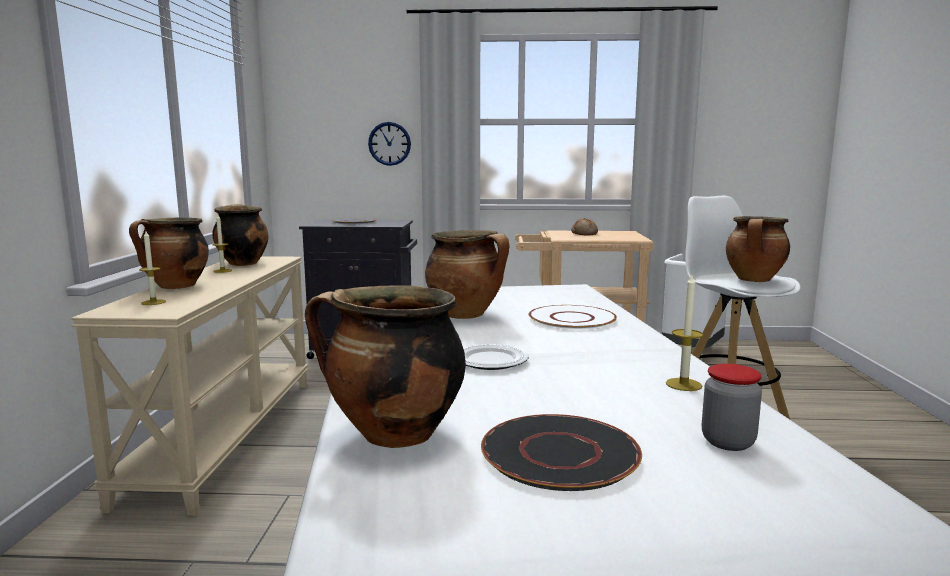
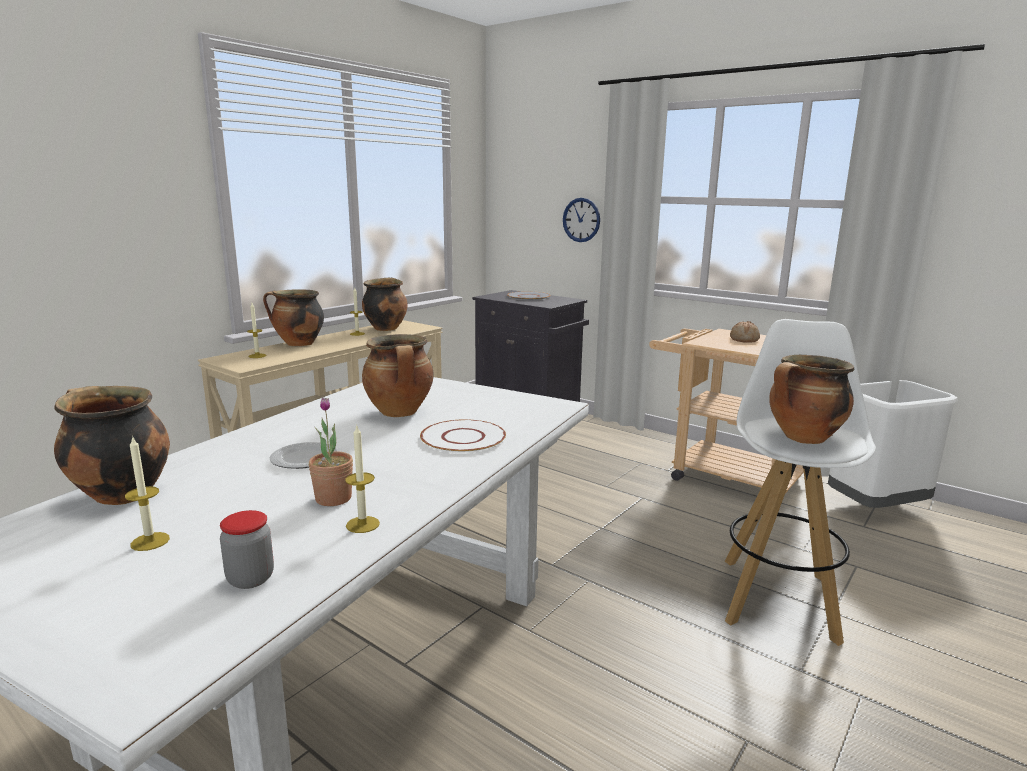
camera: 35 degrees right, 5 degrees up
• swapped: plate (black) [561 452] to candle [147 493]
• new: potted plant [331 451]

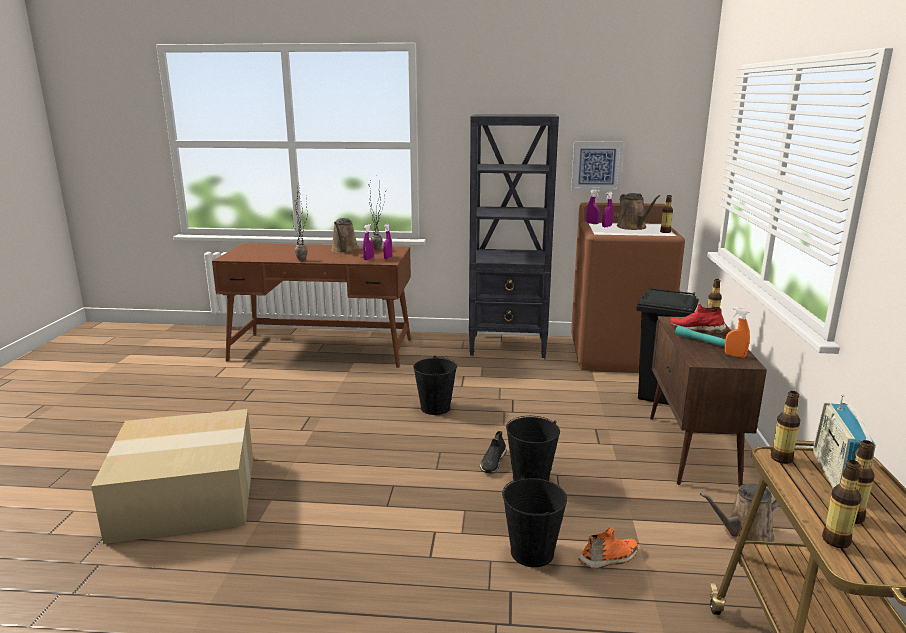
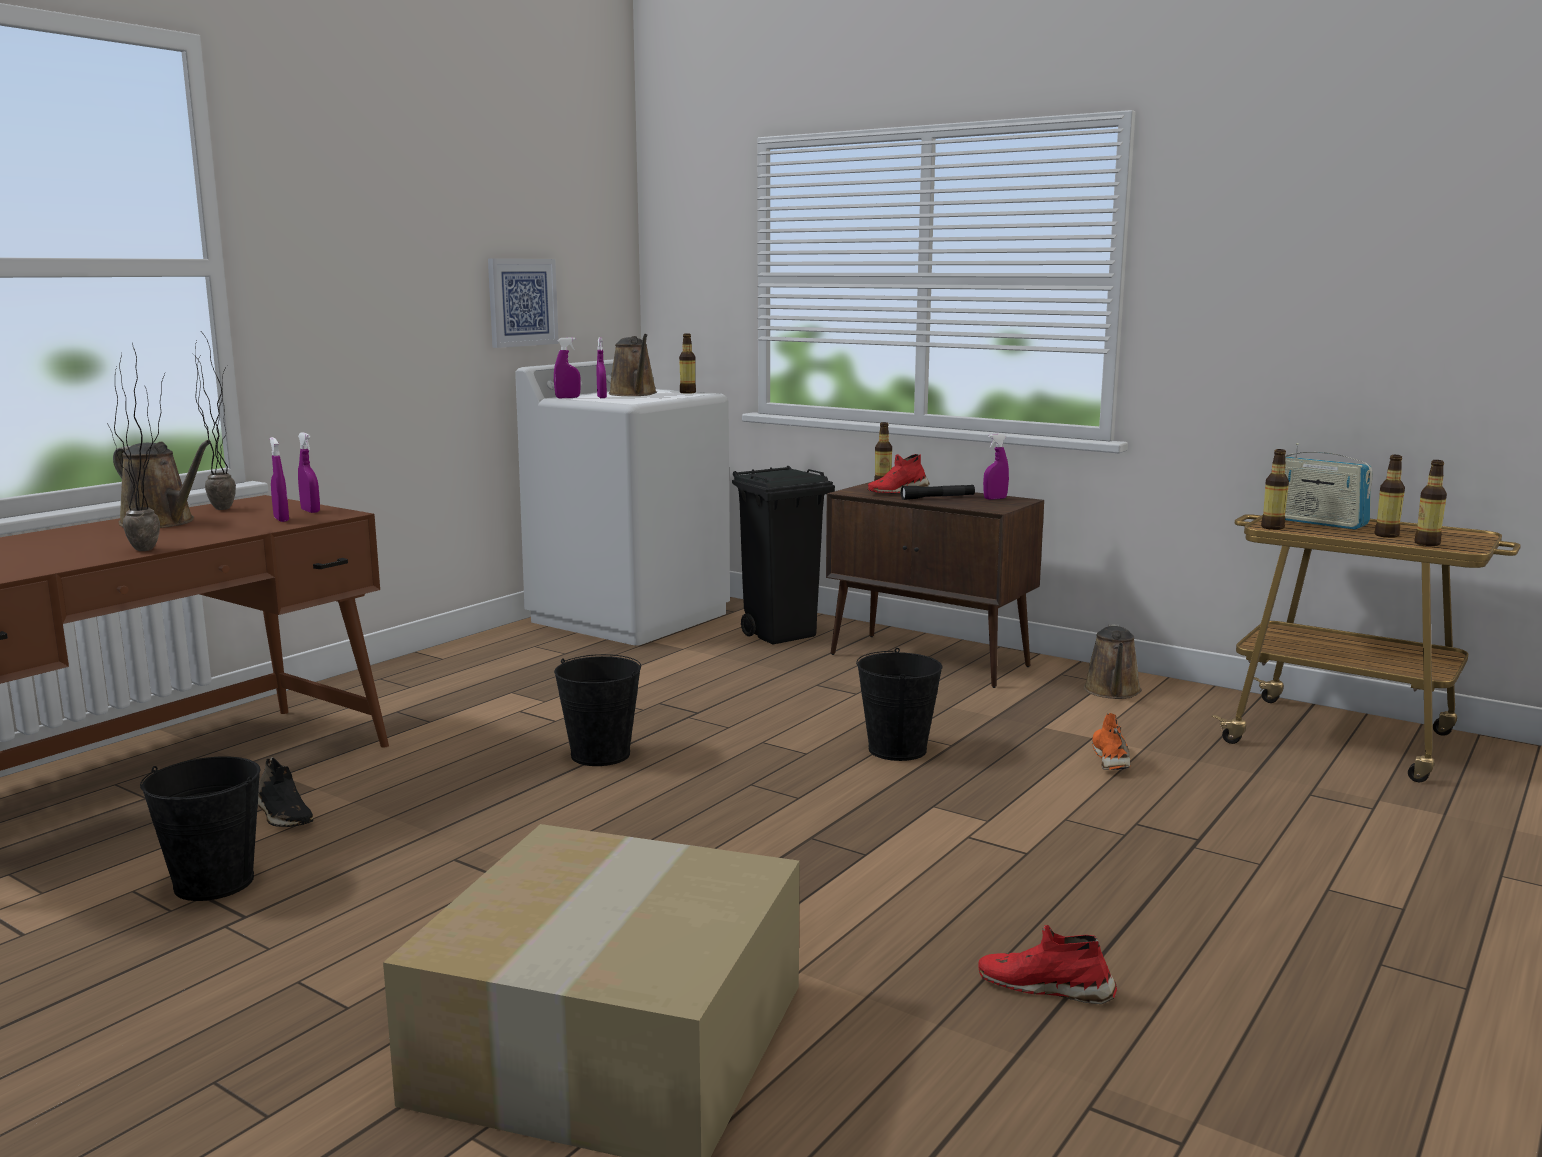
camera: 60 degrees left, 5 degrees down
• gone: bookcase (black) [514 236]
• rotated: watering can (brown) [638 211] = [633 365] 60 degrees clockwise
• repainted: washing machine (brown) [628 287] to washing machine (white) [622 502]
• repainted: spray bottle (orange) [737 332] to spray bottle (purple) [996 467]
• repainted: flashlight (turquoise) [700 336] to flashlight (black) [938 492]
• shifted: shoe (black) [493 452] to [285 792]
• shifted: bucket (black) [534 521] to [200 828]
• new: shoe (red) [1048 964]

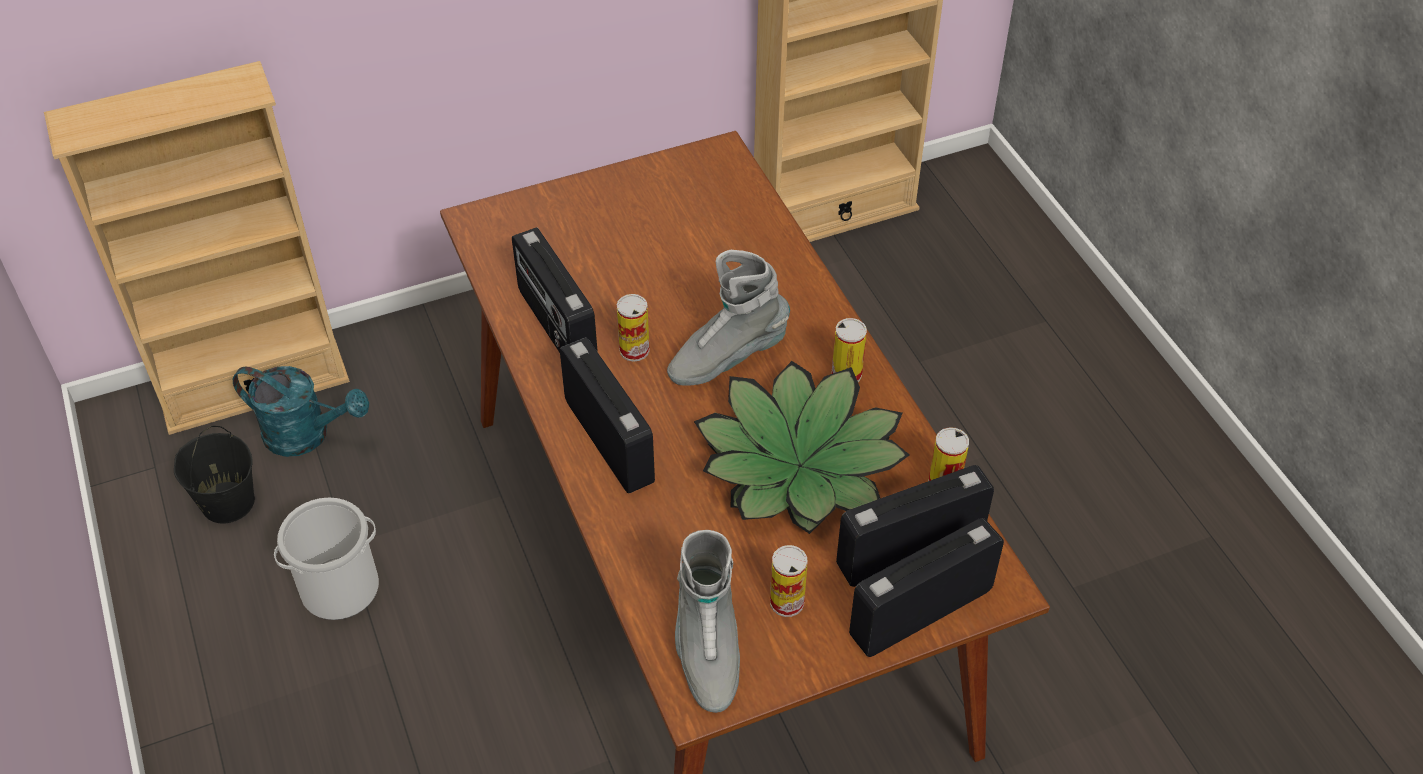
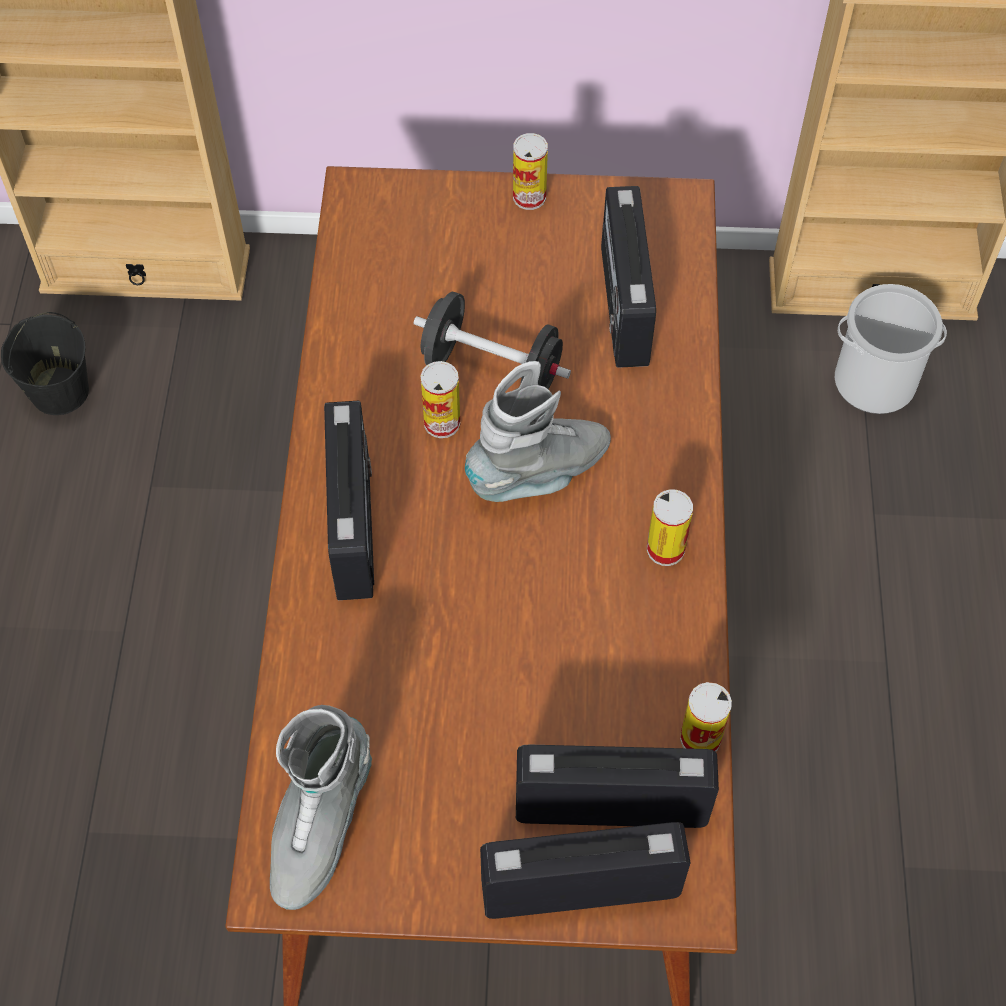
camera: 25 degrees right, 10 degrees up
• shifted: radio [555 290] to [628 277]
• rotated: boot (grey) [728 318] = [538 431] 150 degrees clockwise
• gone: potted plant [801 447]
• gone: watering can (turquoise) [301 411]
• shifted: bucket [326 559] to [891 349]
• shifted: can [789 581] to [530 171]
• new: dumbbell (black) [492 340]

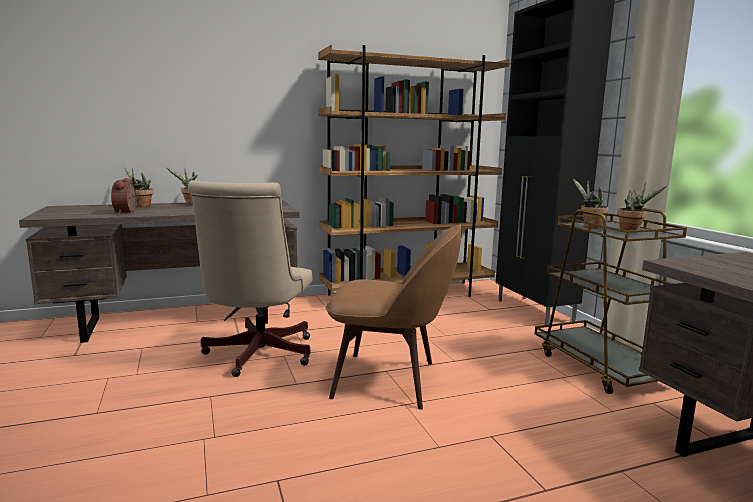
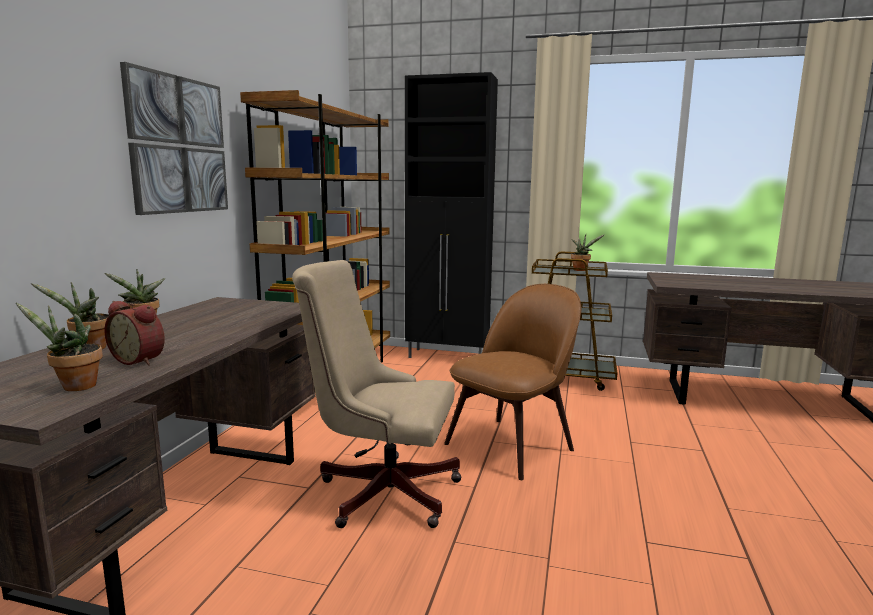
camera: 55 degrees left, 0 degrees up
• shifted: potted plant [591 203] to [59 347]
• rotated: office chair (beige) [250 278] = [377 394] 150 degrees clockwise
• new: picture [174 138]

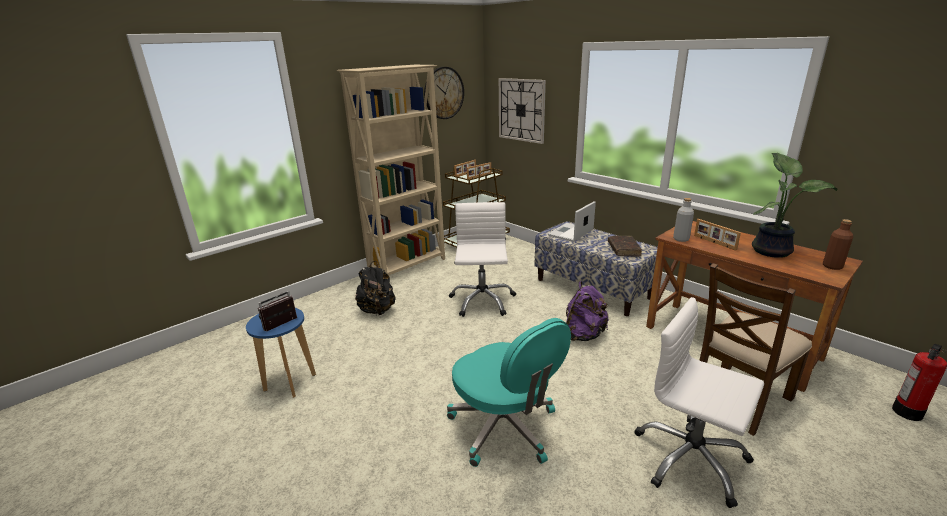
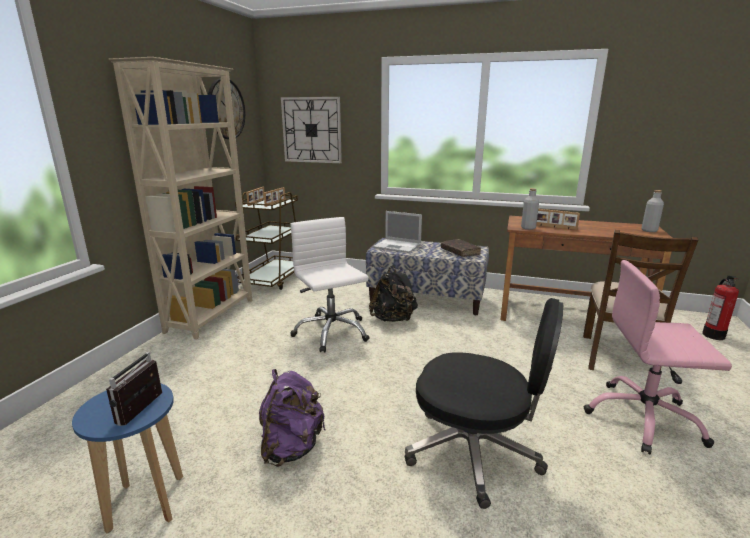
camera: 30 degrees left, 5 degrees down
• gone: potted plant [795 205]
• rotated: laptop [572 221] = [397 232] 75 degrees counterclockwise
• repainted: bottle (brown) [838 244] to bottle (grey) [652 211]
• shifted: backpack (black) [375 288] to [393 293]
• shifted: backpack (purple) [587 311] to [292 418]
• repainted: office chair (white) [699 402] to office chair (pink) [658 357]
• repainted: office chair (turquoise) [509 392] to office chair (black) [484 403]

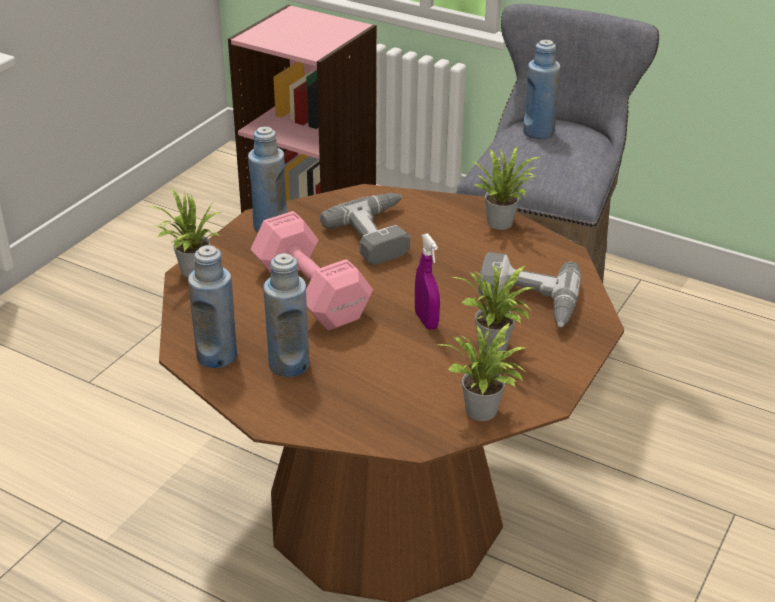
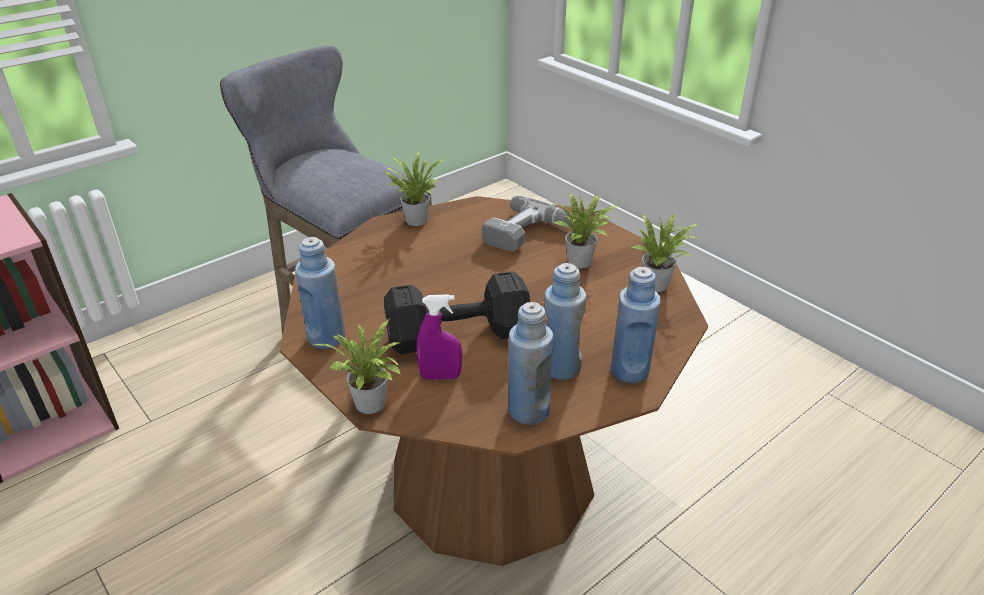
camera: 70 degrees left, 0 degrees up
• shifted: bottle (blue) [541 89] to [636 325]
• gone: power drill [365 229]
• repainted: dumbbell (pink) [312 271] to dumbbell (black) [457 312]
• shifted: spray bottle (purple) [427 281] to [439 337]

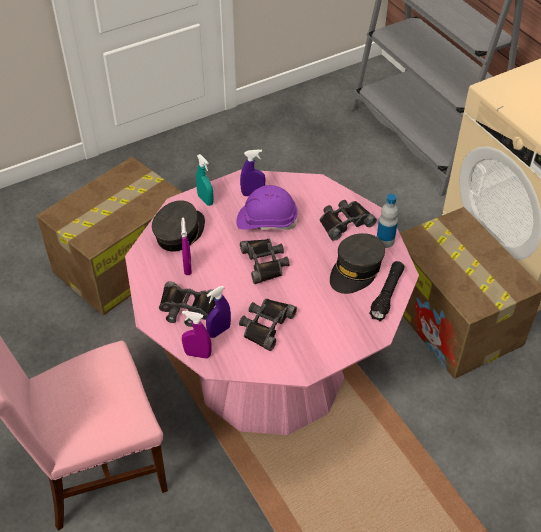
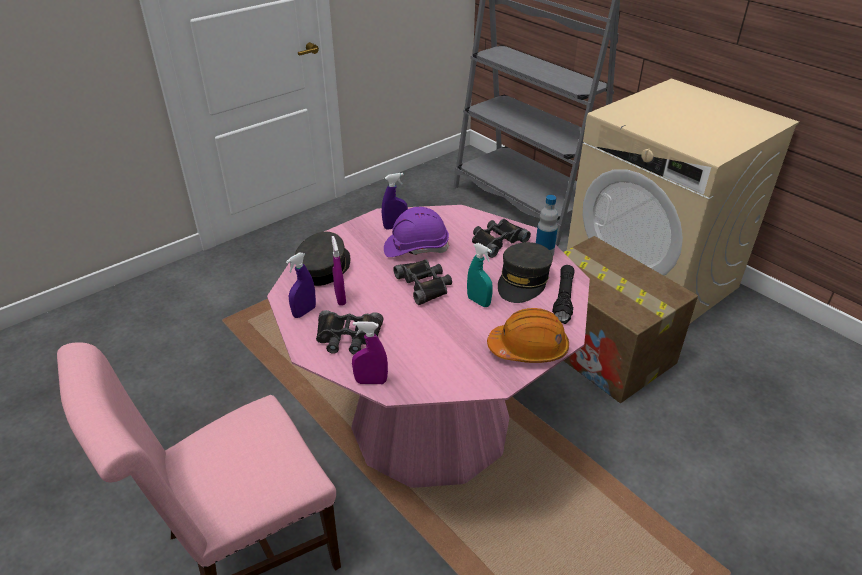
camera: 10 degrees left, 10 degrees down
• shifted: spray bottle (turquoise) [205 180] to [480 275]
• gone: cardboard box [109 236]
• shifted: spray bottle (purple) [218 312] to [301 285]
• gone: binoculars (black) [268 325]
• new: hard hat (orange) [528 335]

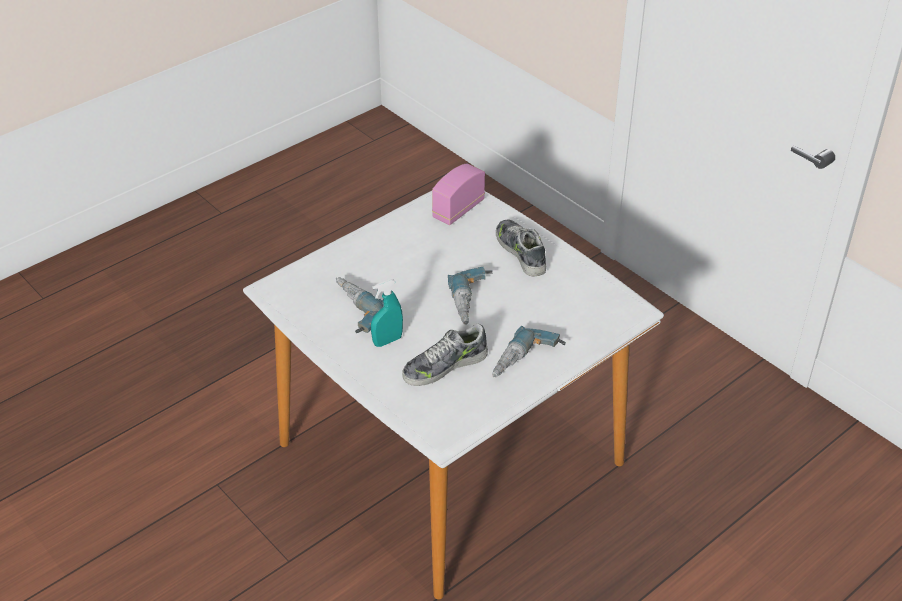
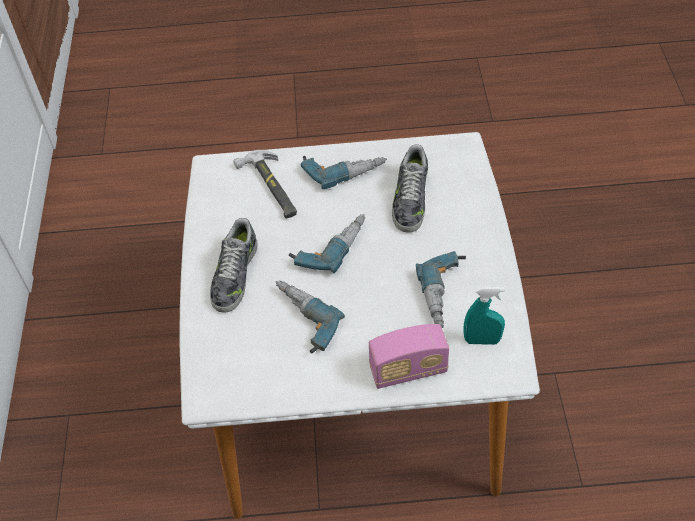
camera: 140 degrees left, 10 degrees up
• shifted: radio [458 194] to [409 356]
• shifted: spray bottle (turquoise) [387 313] to [484 316]
• rotated: shoe [445 354] = [410 188] 90 degrees clockwise
• new: hammer [265 184]
• new: power drill [310 317]

